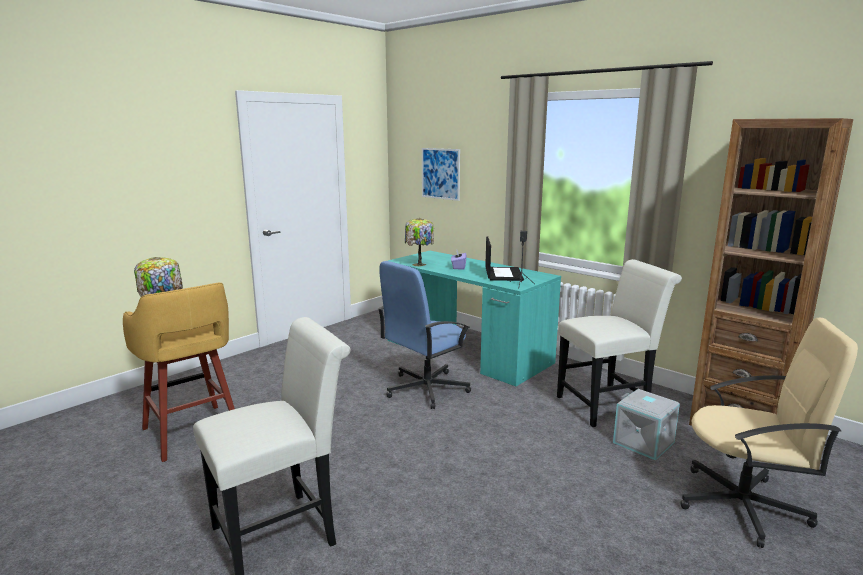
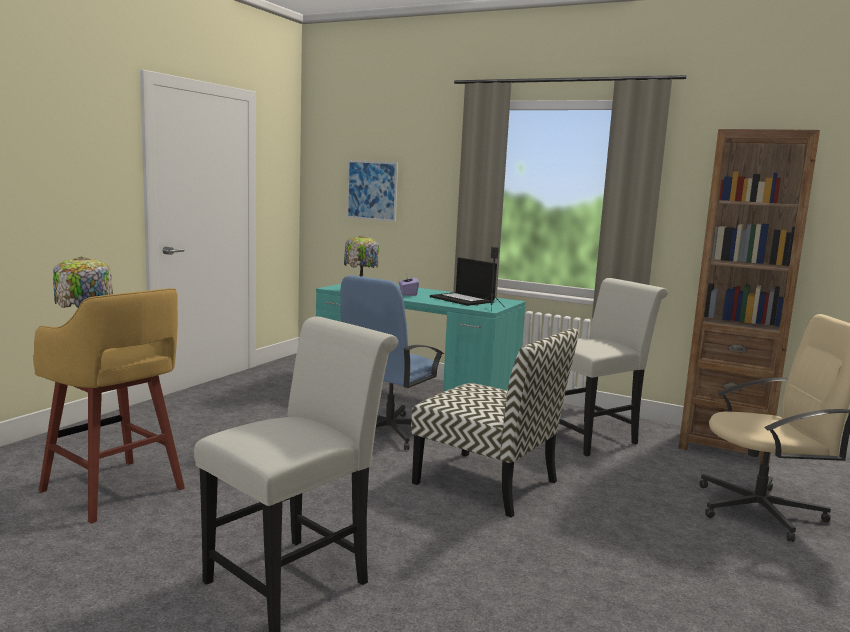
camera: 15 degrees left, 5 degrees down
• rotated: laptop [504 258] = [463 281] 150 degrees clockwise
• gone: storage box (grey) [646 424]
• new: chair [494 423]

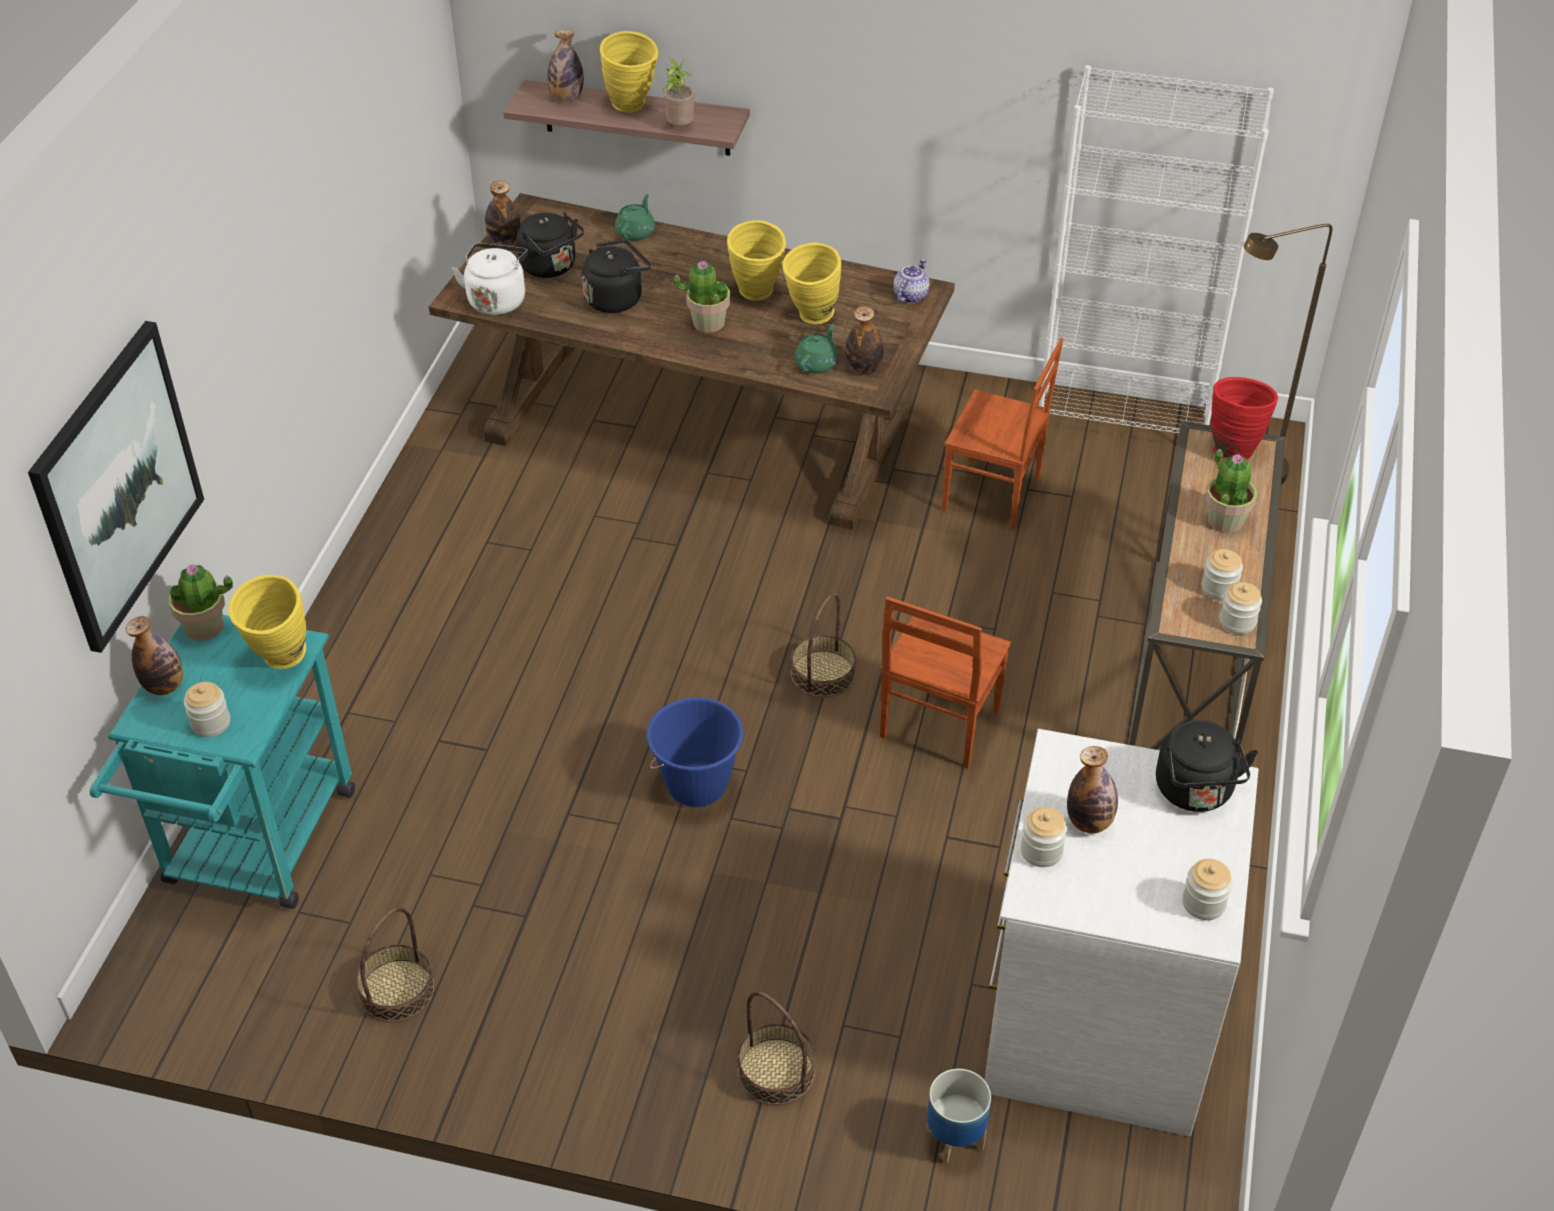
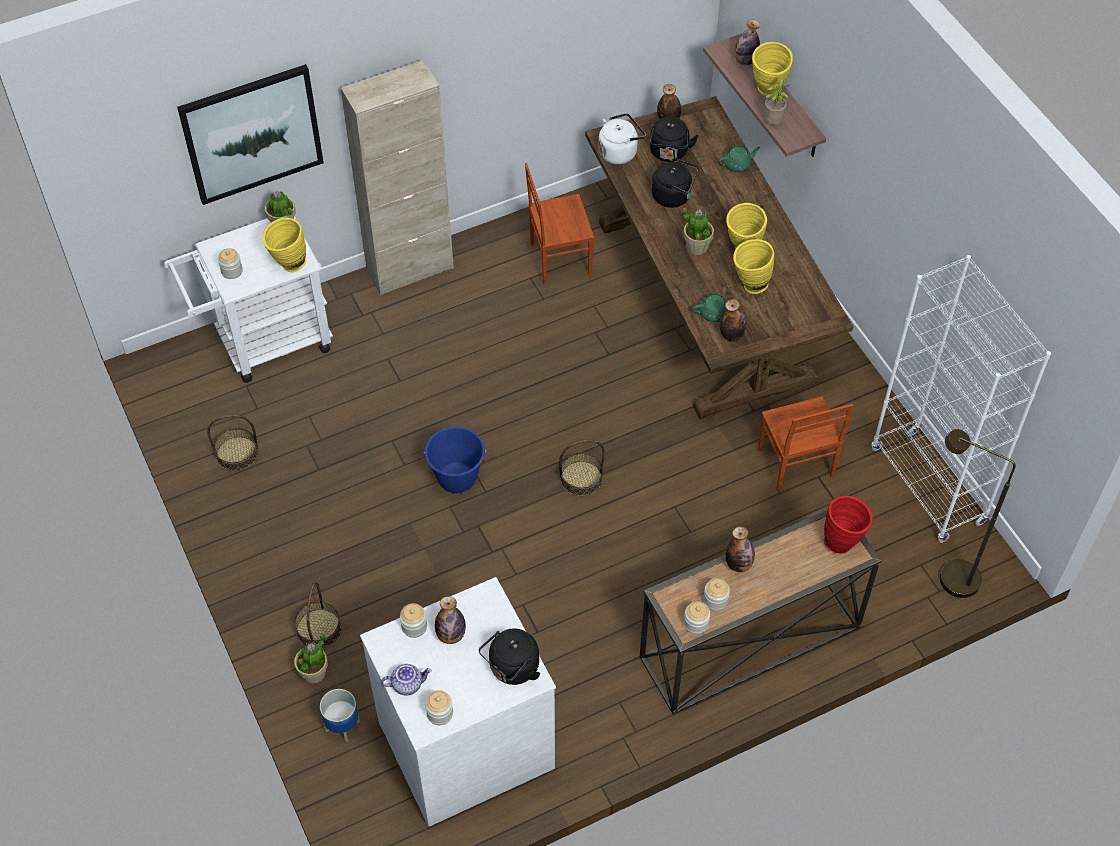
camera: 50 degrees right, 10 degrees up
• shifted: teapot [911 281] to [406 680]
• shifted: potted plant [1231 491] to [311 659]
• shifted: chair (brown) [945 682] to [559 223]
• repainted: cart (turquoise) [222 762] to cart (white) [248 299]
• shifted: bottle [154 655] to [740 549]
• new: cabinet (beige) [397 177]

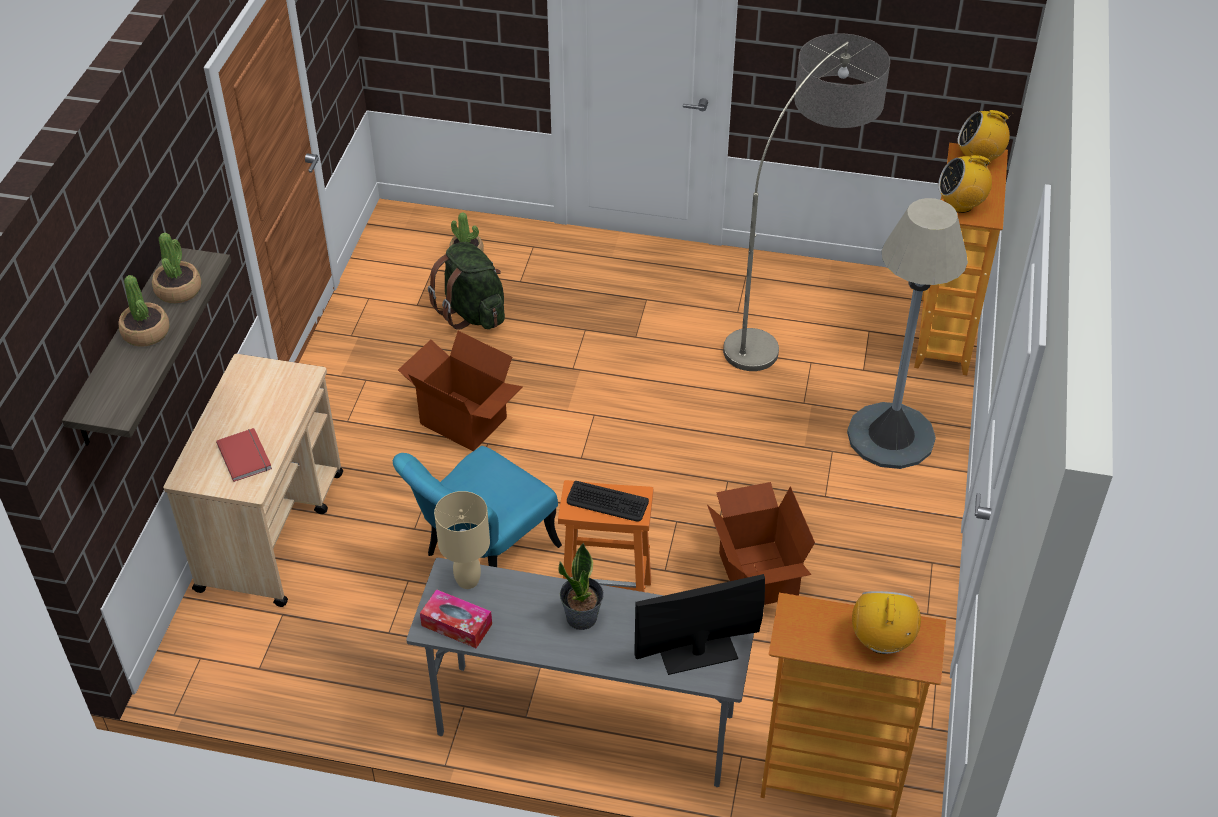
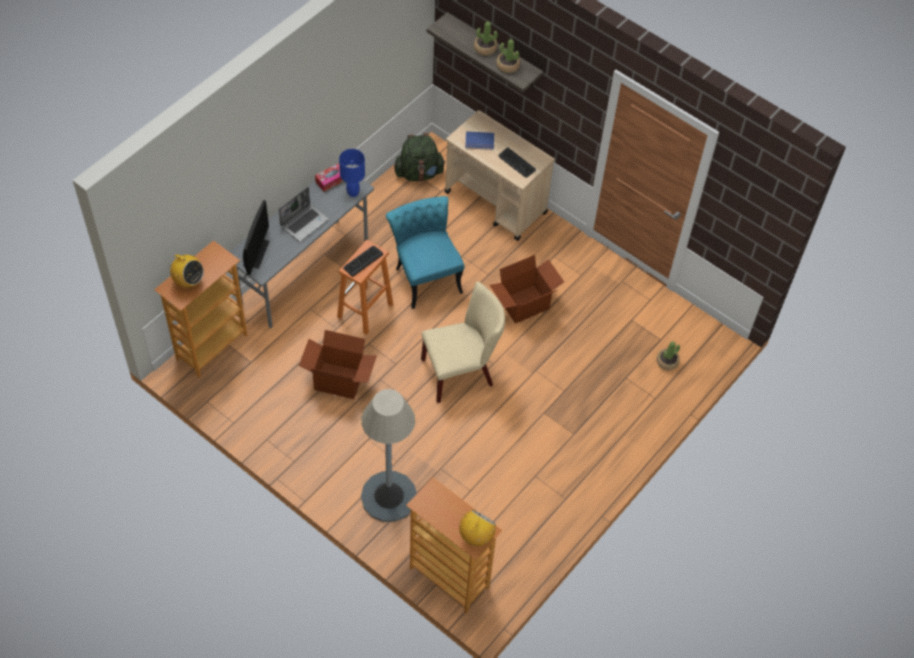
camera: 115 degrees right, 10 degrees up
• gone: floor lamp [806 202]
• gone: radio [965 184]
• shifted: backpack (green) [466 286] to [420 157]
• repainted: book (red) [244 455] to book (blue) [479 140]
• repainted: table lamp (beige) [462 540] to table lamp (blue) [352 173]
• swapped: potted plant [581 586] to laptop [304 214]
• new: keyboard [517 162]
• new: chair (beige) [463 342]

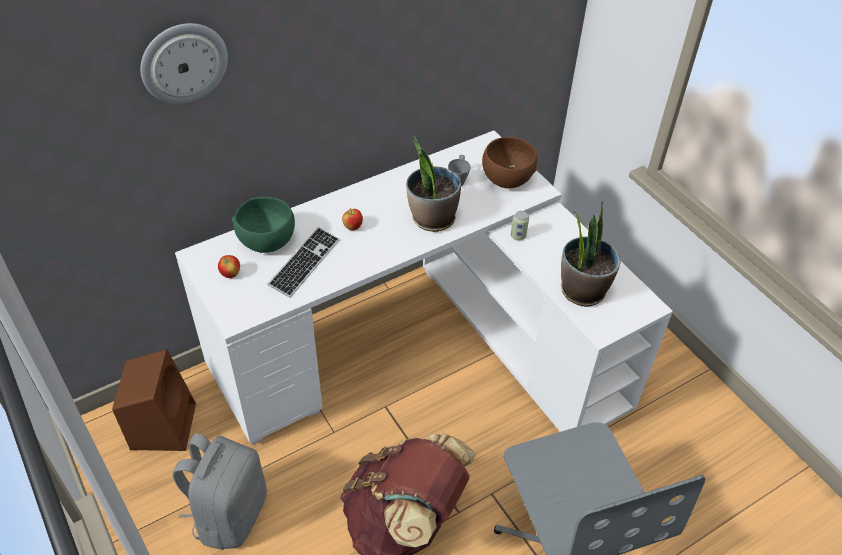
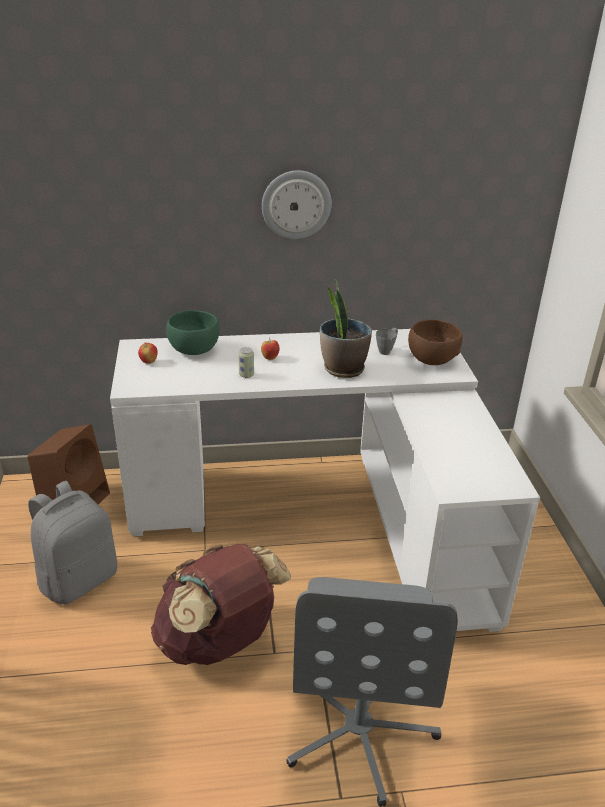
camera: 25 degrees right, 15 degrees down
• shifted: wall clock [184 63] to [297 204]
• gone: potted plant [590 254]
• shifted: can [520 225] to [246 362]
• gone: keyboard [303 262]

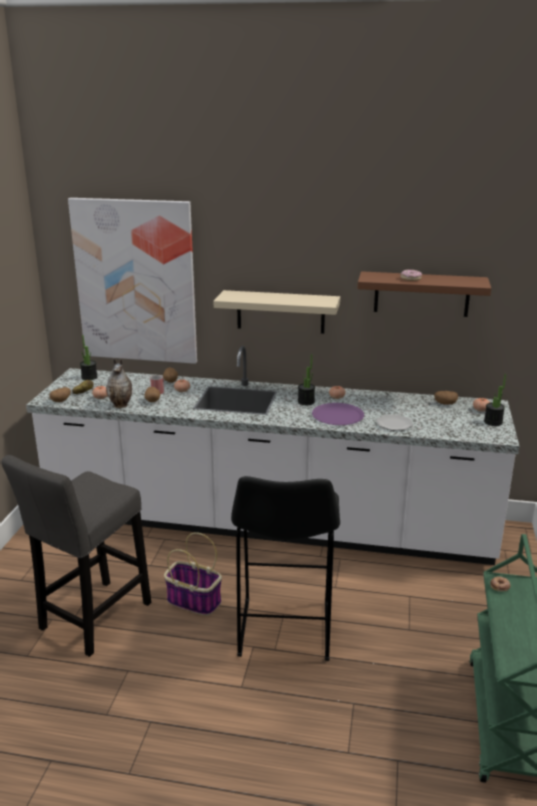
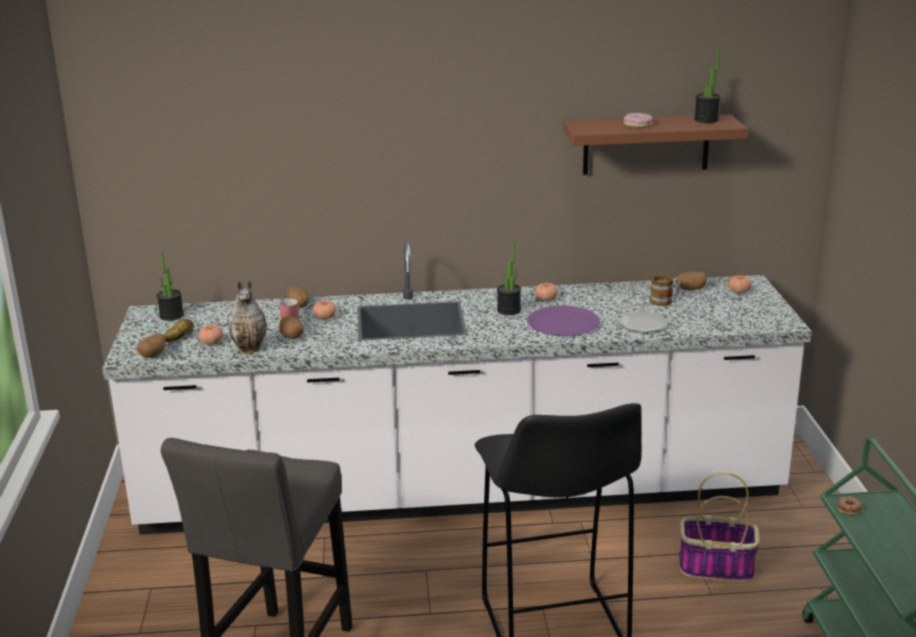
camera: 15 degrees left, 0 degrees up
• gone: picture [132 281]
• gone: shelf (beige) [276 312]
• shifted: potted plant [495 400] to [707 85]
• shifted: basket [193 574] to [719 527]
• new: mug [665 290]

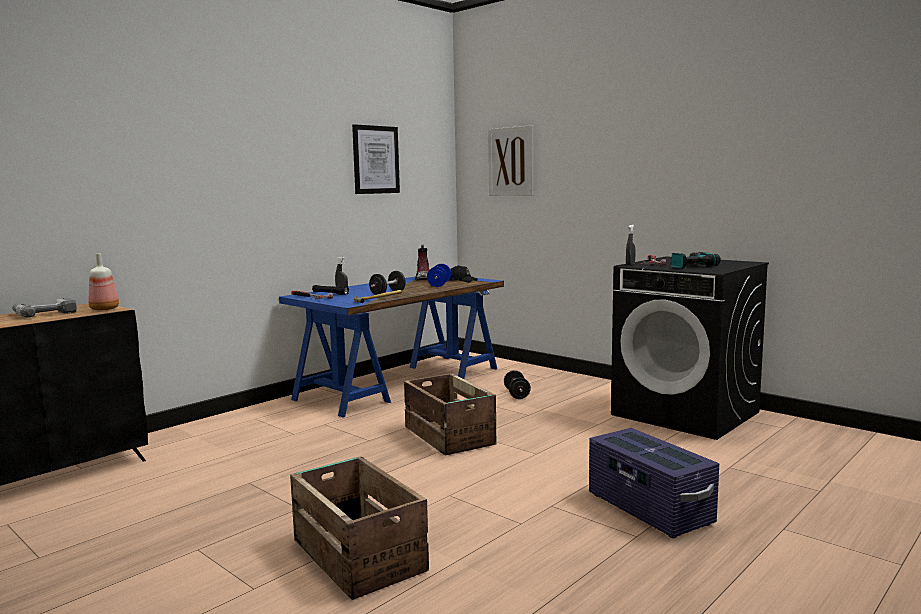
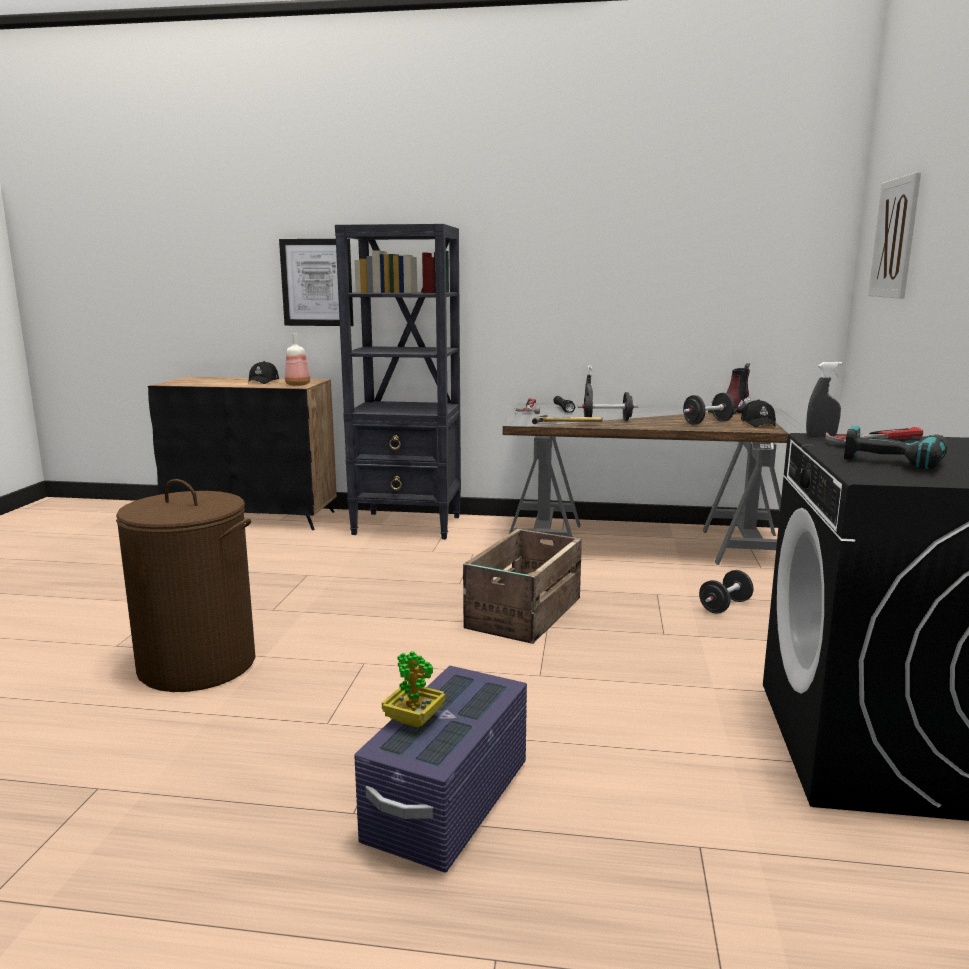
camera: 55 degrees right, 5 degrees up
• shifted: picture [376 159] to [316 282]
• repainted: dumbbell (blue) [439 275] to dumbbell (black) [709 409]
• repainted: desk (blue) [391 347] to desk (grey) [655 484]
• swapped: power drill [44 307] to cap (black) [263 372]
• swapped: crate [359 528] to laundry basket (brown) [186 585]
• new: bookcase (black) [398 381]
• new: potted plant [413 689]

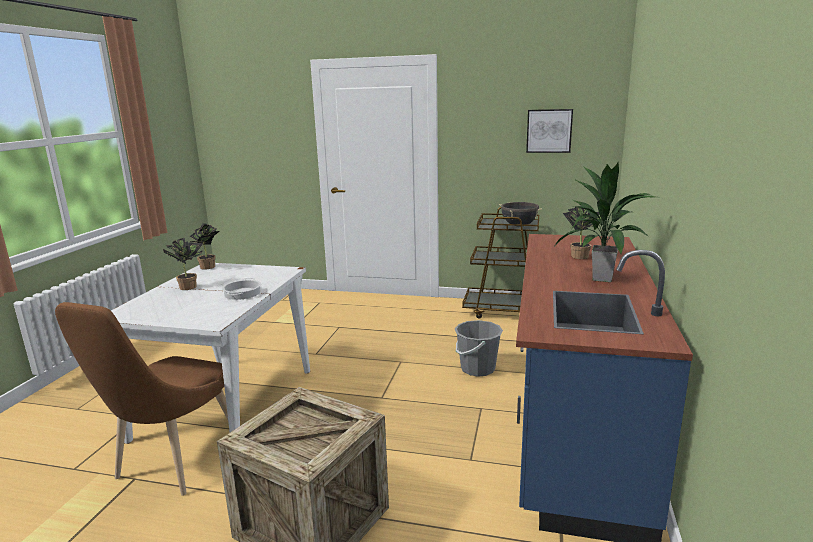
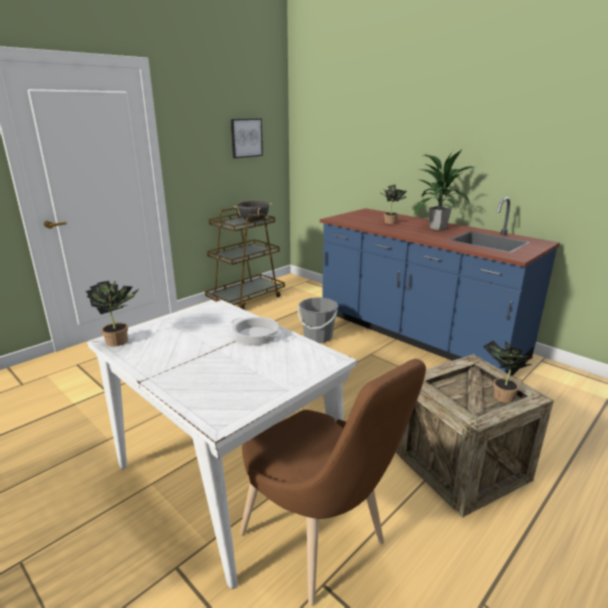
camera: 60 degrees left, 5 degrees up
• shifted: potted plant [183 264] to [507 371]

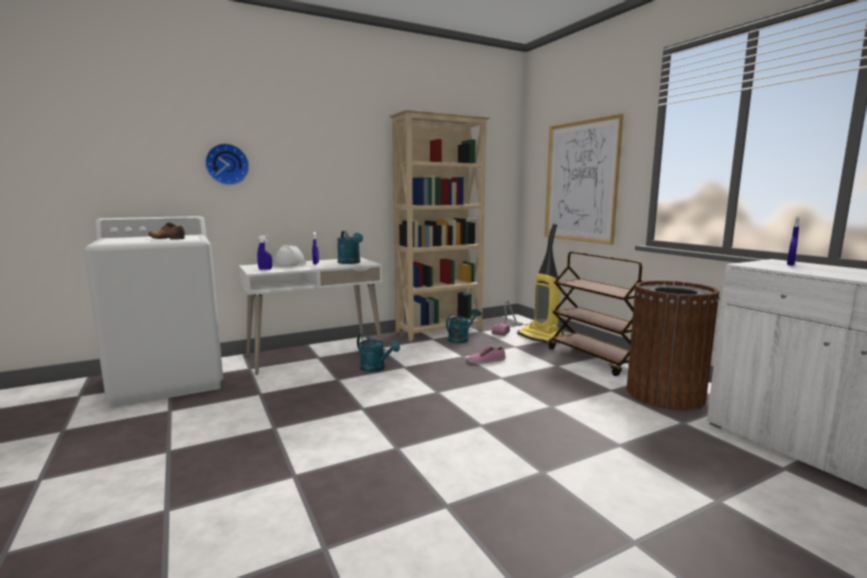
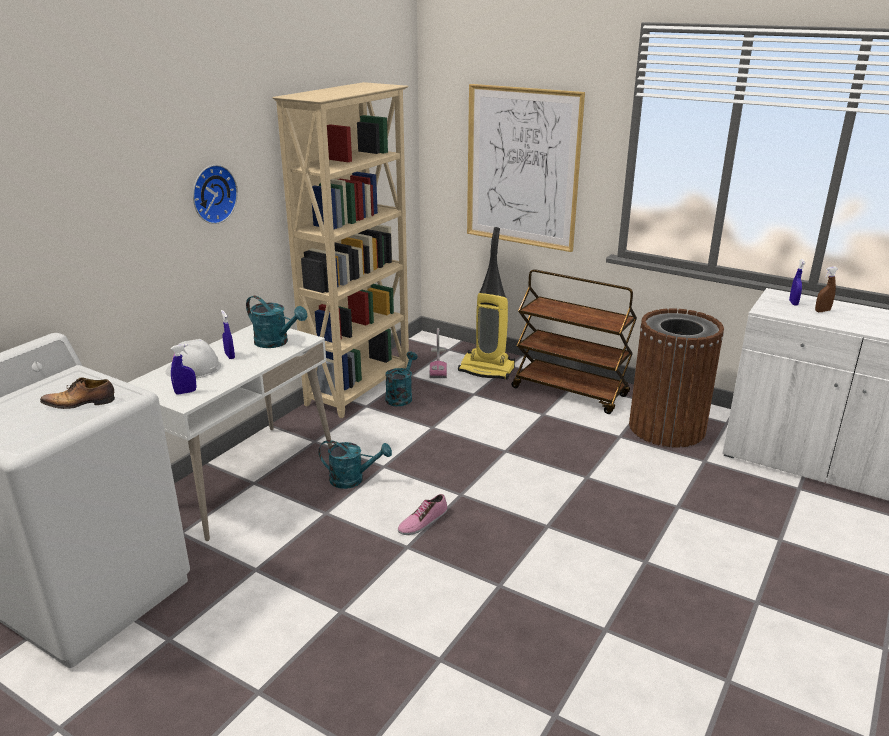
camera: 30 degrees left, 15 degrees up
• shifted: wall clock [227 164] to [215 194]
• shifted: shoe [485 355] to [422 514]
• new: spray bottle (brown) [826 289]

